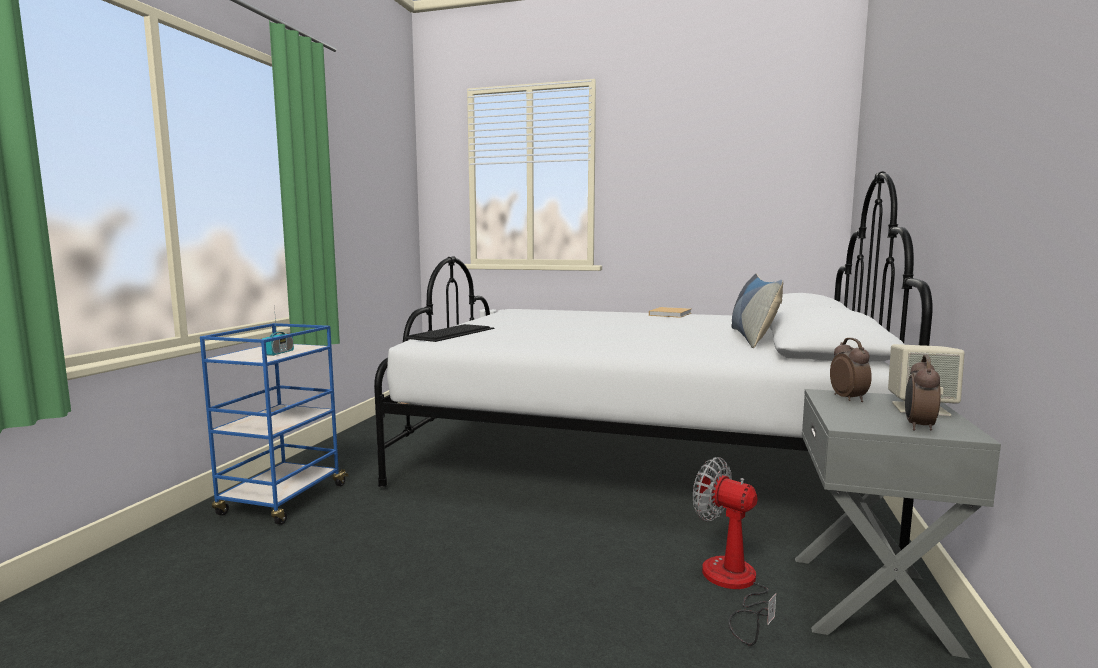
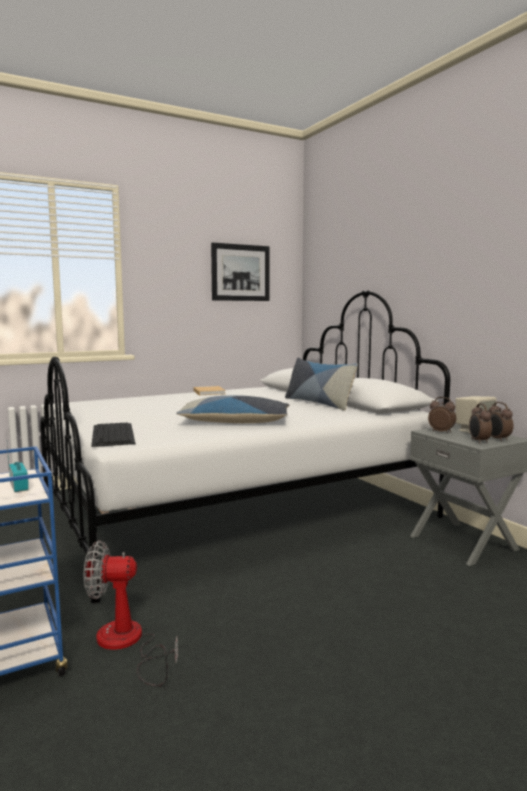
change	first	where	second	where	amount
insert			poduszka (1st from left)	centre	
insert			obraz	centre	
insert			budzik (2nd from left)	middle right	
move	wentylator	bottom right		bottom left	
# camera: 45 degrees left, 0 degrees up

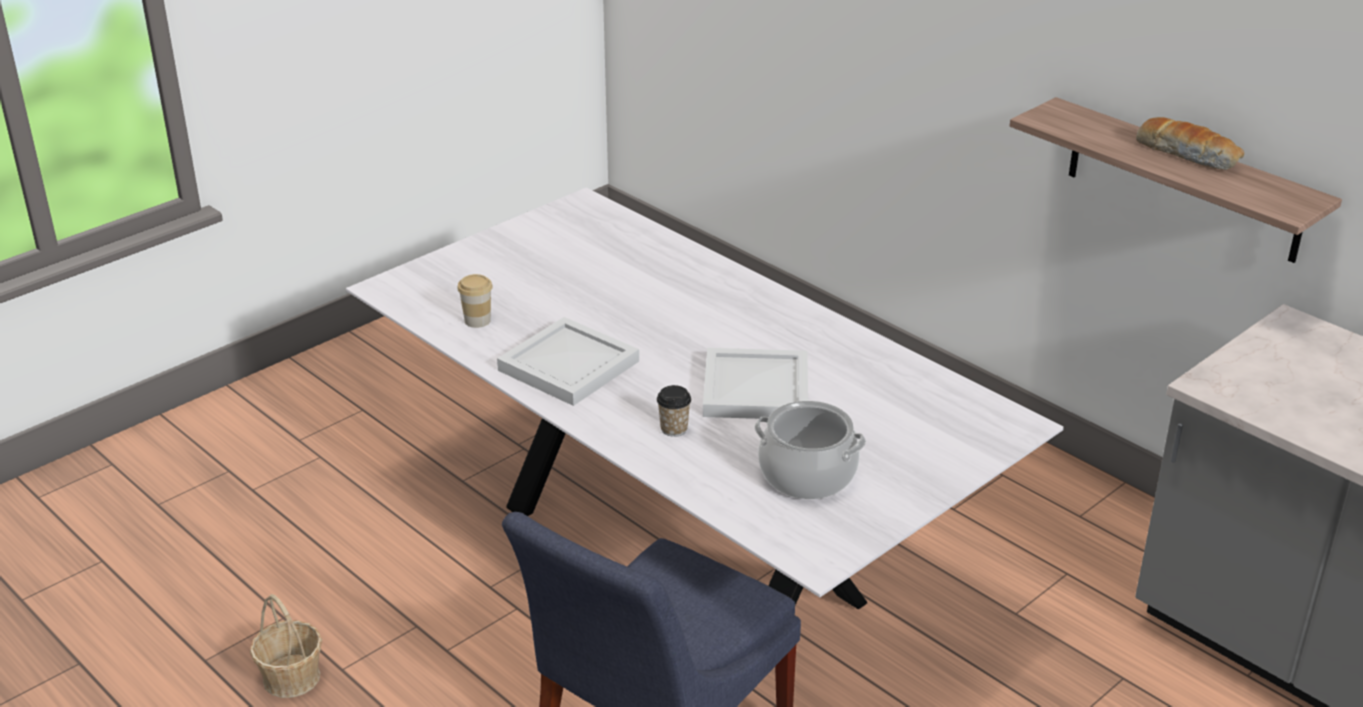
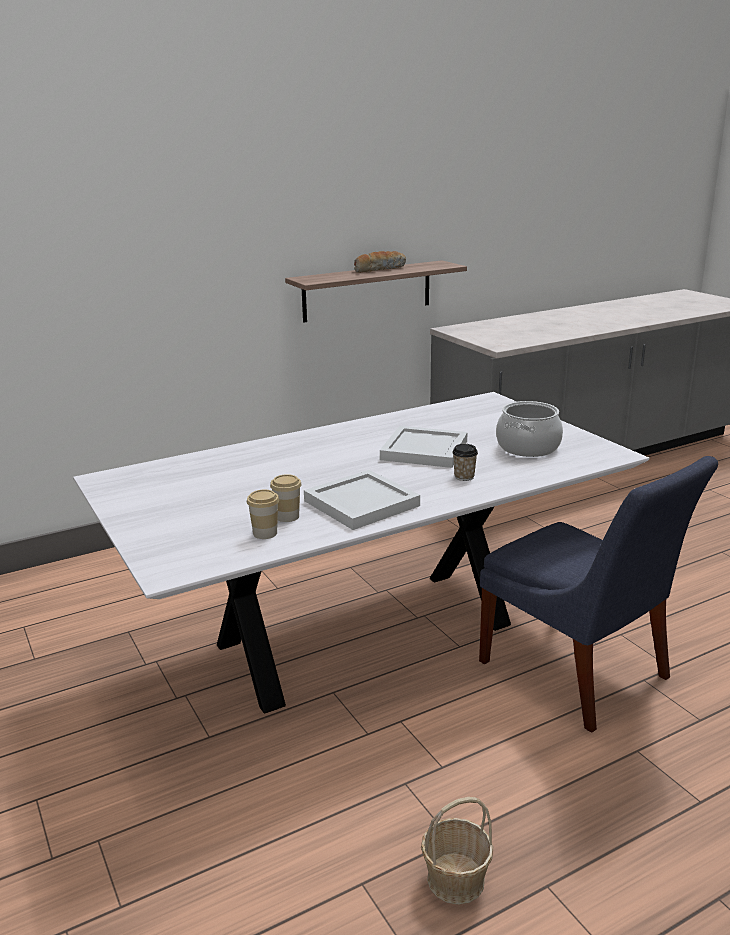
change	first	where	second	where	amount
insert			filiżanka (2nd from left)	centre	
# camera: 75 degrees left, 10 degrees down

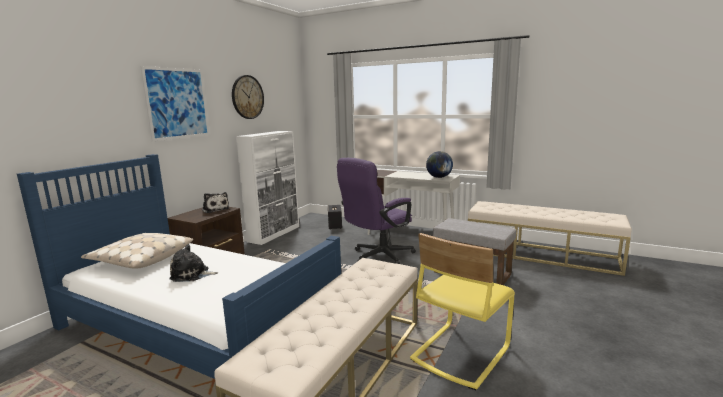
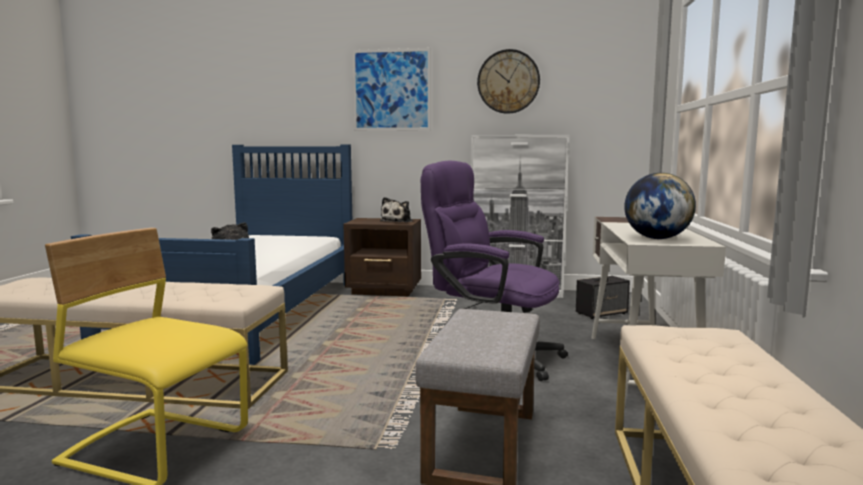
change	first	where	second	where	amount
delete	poduszka [beżowy]	middle left			
# camera: 70 degrees right, 5 degrees down

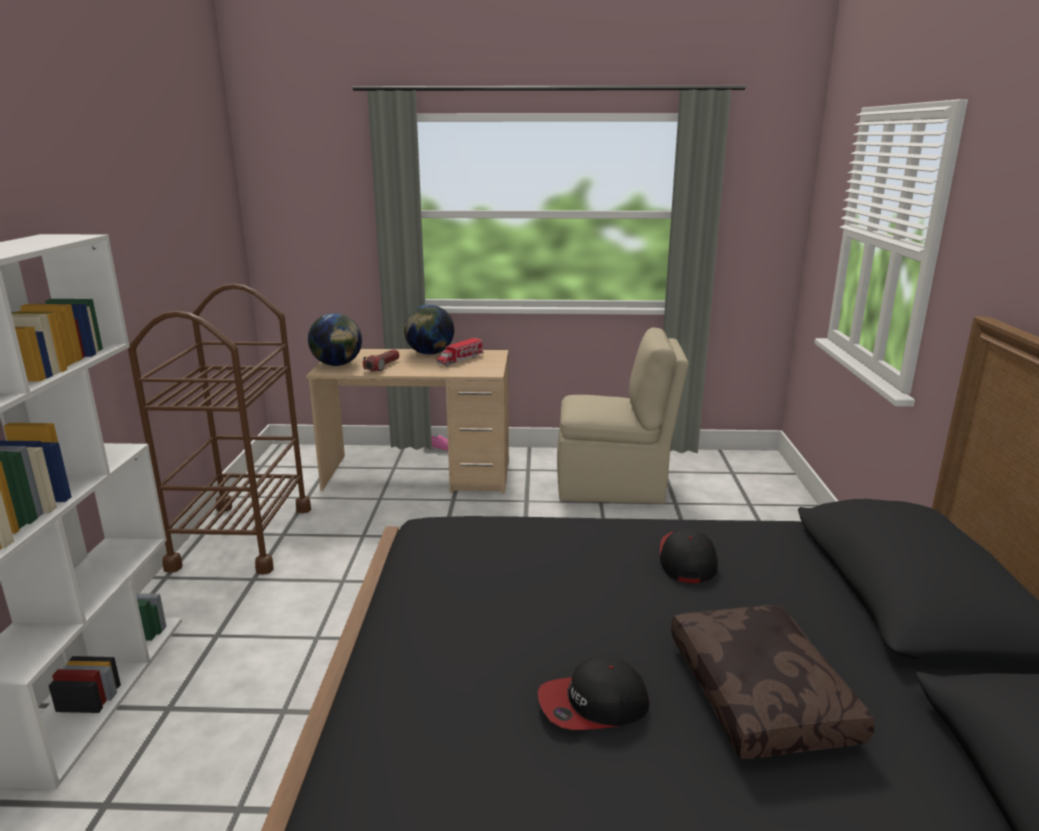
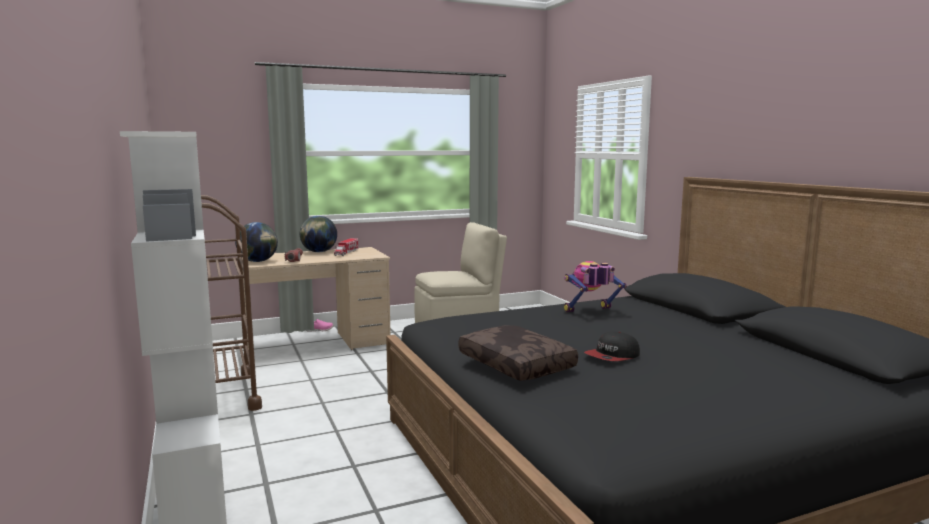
change	first	where	second	where	amount
move	poduszka [brązowy]	bottom right		bottom centre	
replace	czapka z daszkiem (2nd from left)	bottom centre	robot zabawkowy	centre	
# camera: 25 degrees left, 10 degrees down

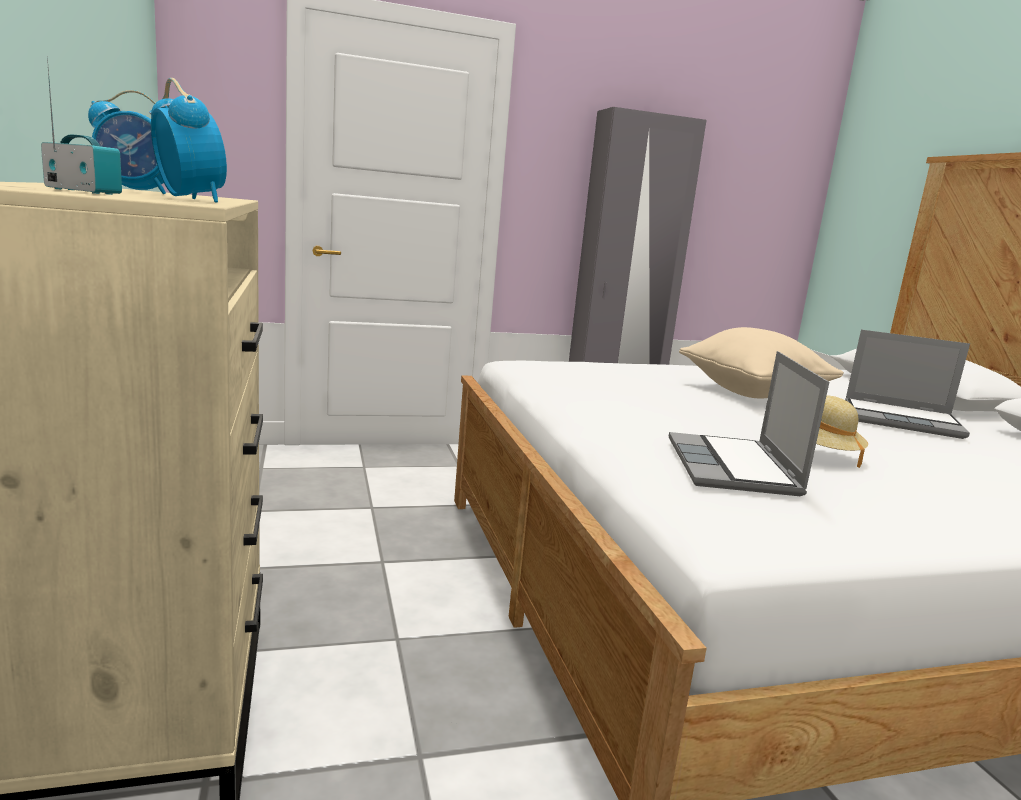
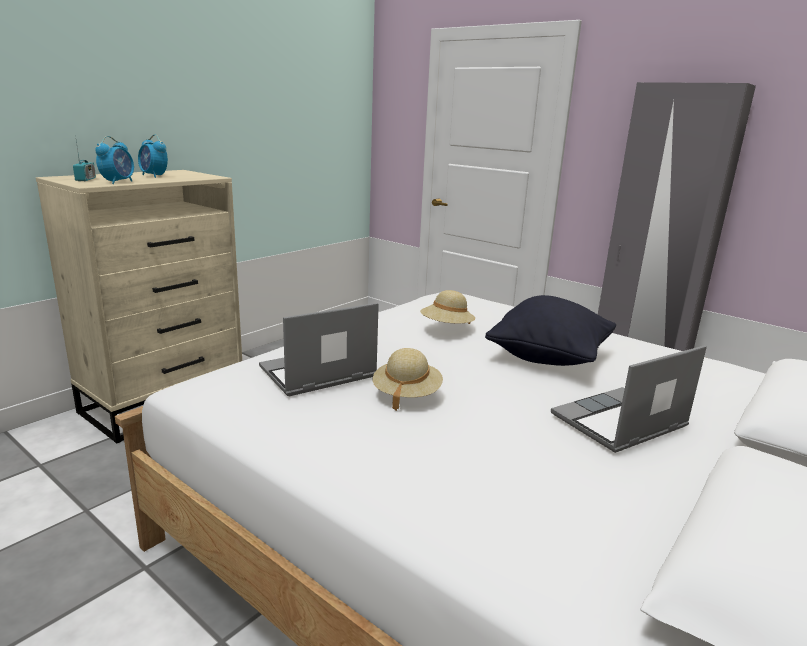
change	first	where	second	where	amount
insert			kapelusz [beżowy] (2nd from left)	centre	
recolor	poduszka [beżowy]	middle right	poduszka [czarny]	middle right	
rotate	laptop (2nd from left)	middle right		middle right	75 degrees clockwise
# camera: 55 degrees right, 5 degrees up

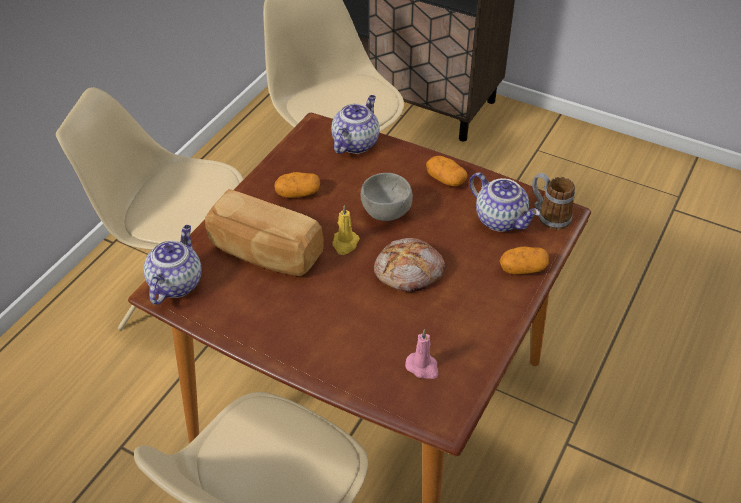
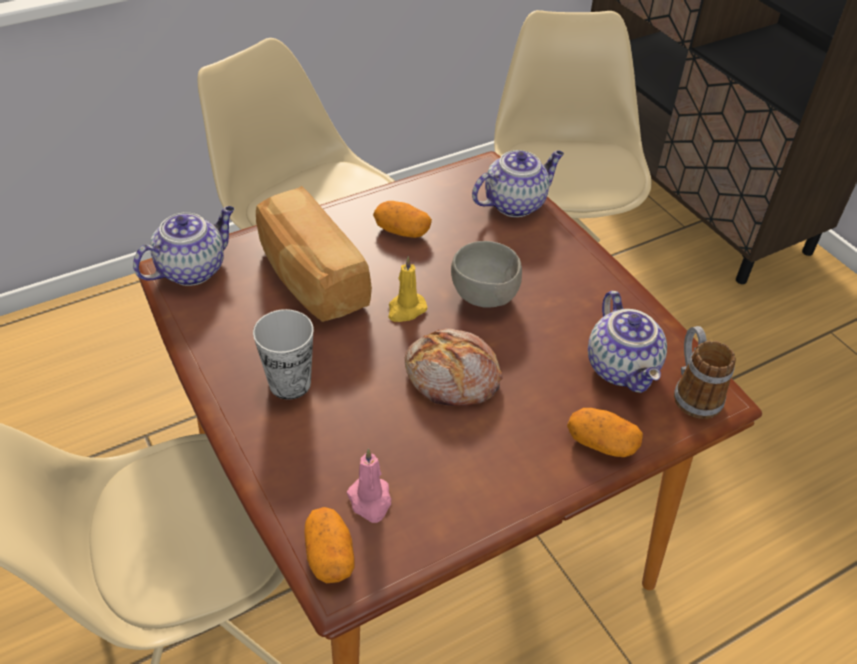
change	first	where	second	where	amount
insert			filiżanka	middle left	
move	ziemniak (2nd from left in the first image)	centre	ziemniak (1st from left)	bottom centre	
# camera: 30 degrees right, 0 degrees up

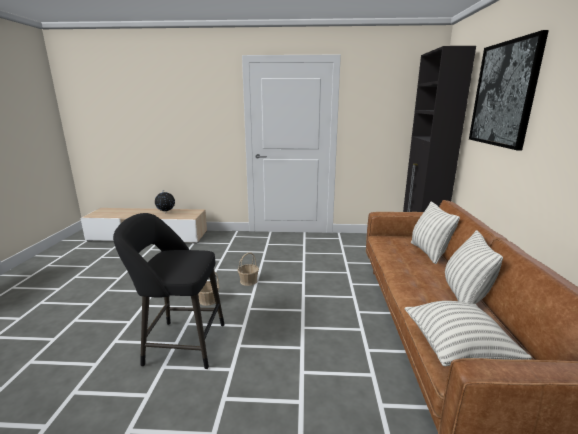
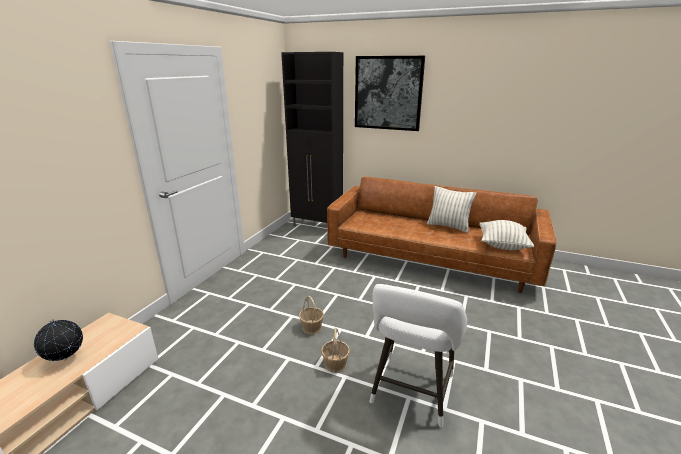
change	first	where	second	where	amount
delete	poduszka (1st from left)	middle right			
recolor	stołek [czarny]	bottom left	stołek [biały]	bottom centre	
# camera: 70 degrees left, 5 degrees up

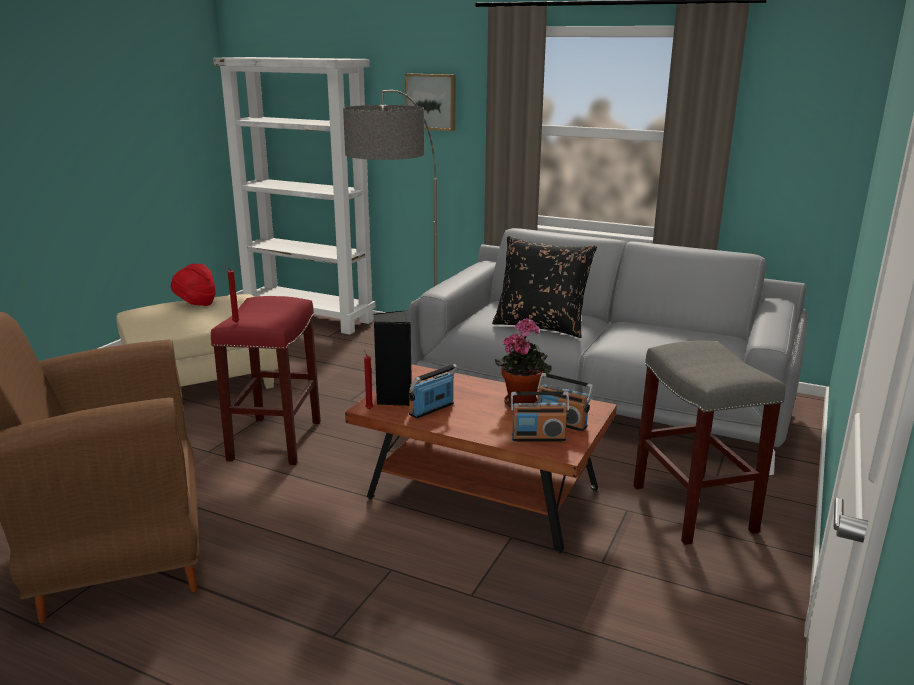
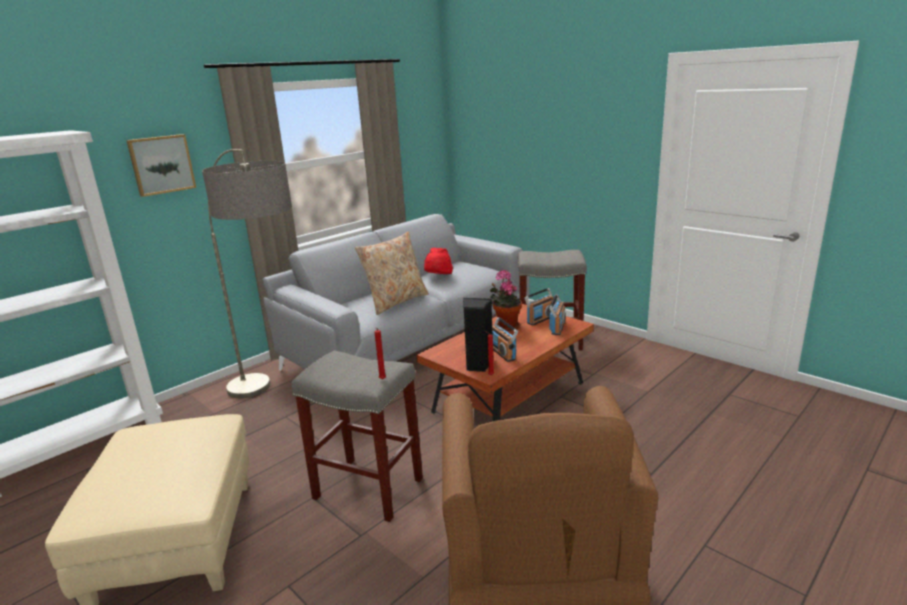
change	first	where	second	where	amount
move	kapelusz [czerwony]	middle left		centre	
recolor	stołek [czerwony]	middle left	stołek [szary] (1st from left)	bottom centre	
recolor	poduszka [czarny]	centre	poduszka [beżowy]	centre	
# camera: 70 degrees left, 0 degrees up

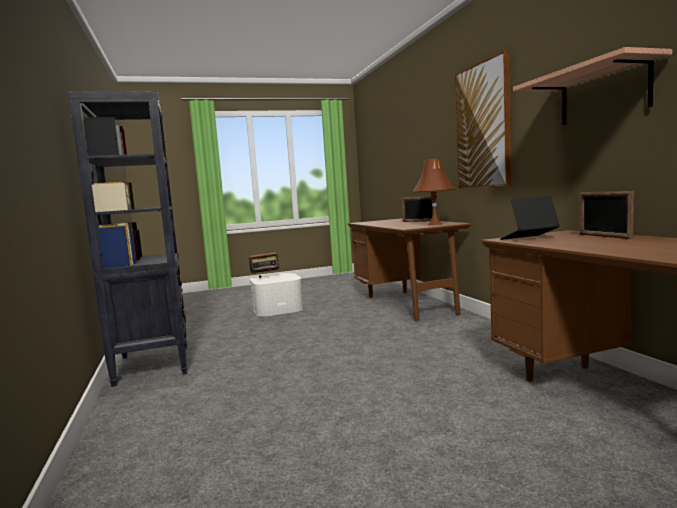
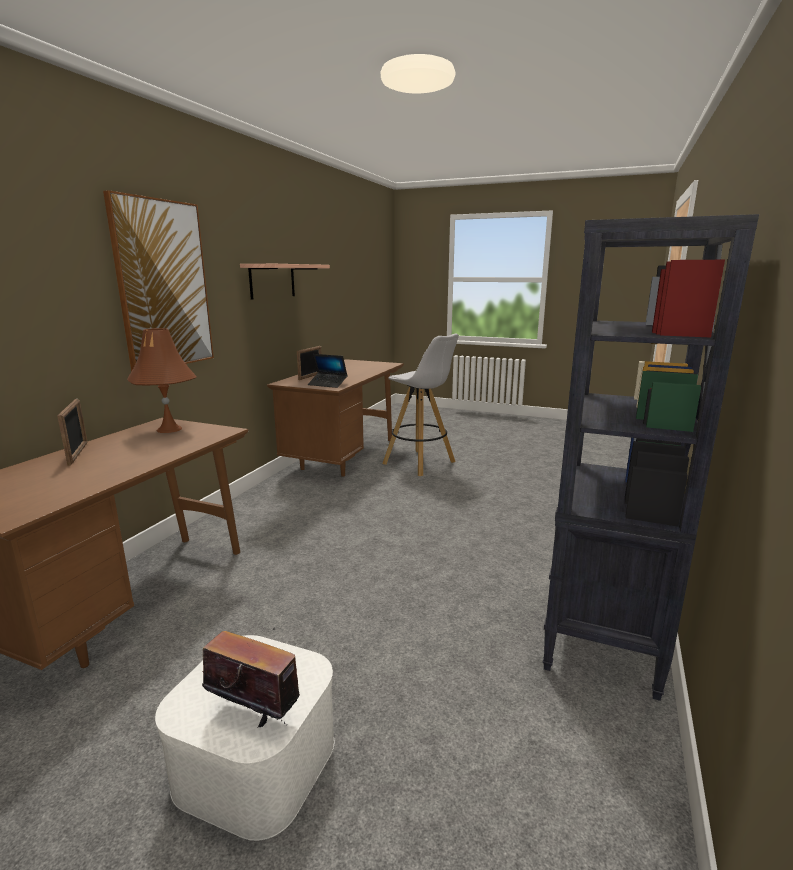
change	first	where	second	where	amount
insert			stołek [biały]	centre	
# camera: 140 degrees left, 10 degrees up

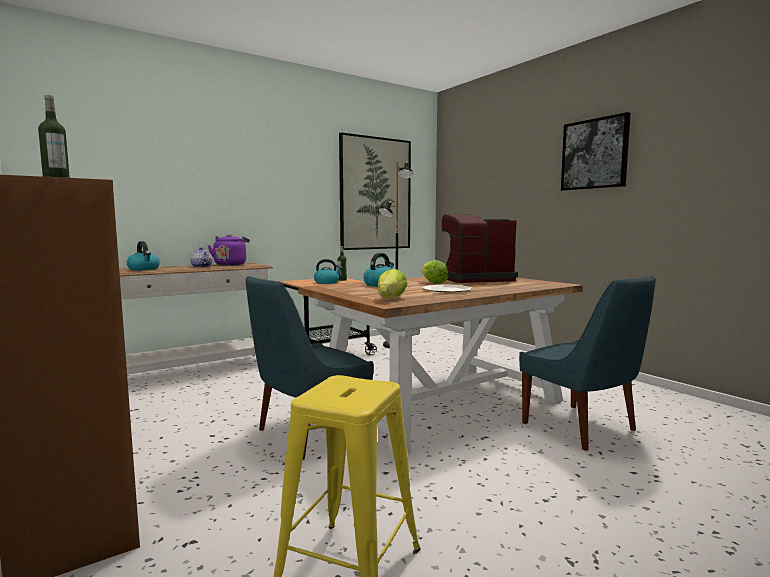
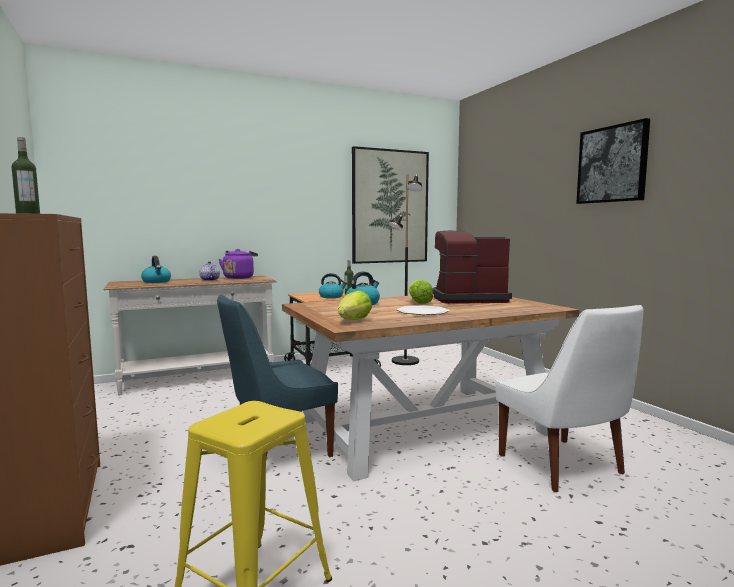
change	first	where	second	where	amount
recolor	krzesło [niebieski] (2nd from left)	middle right	krzesło [biały]	bottom right	
# camera: 10 degrees right, 0 degrees up

